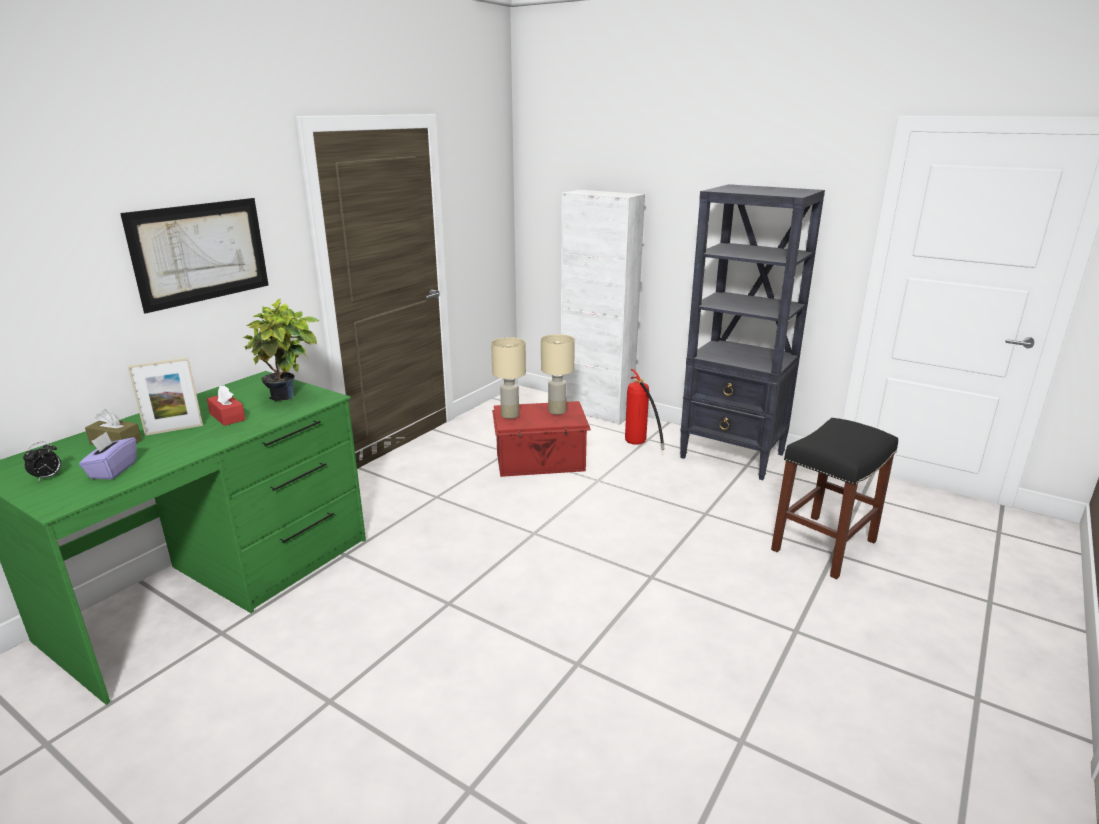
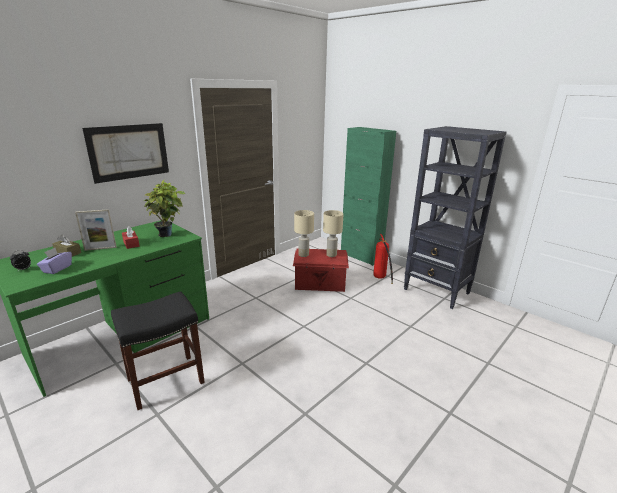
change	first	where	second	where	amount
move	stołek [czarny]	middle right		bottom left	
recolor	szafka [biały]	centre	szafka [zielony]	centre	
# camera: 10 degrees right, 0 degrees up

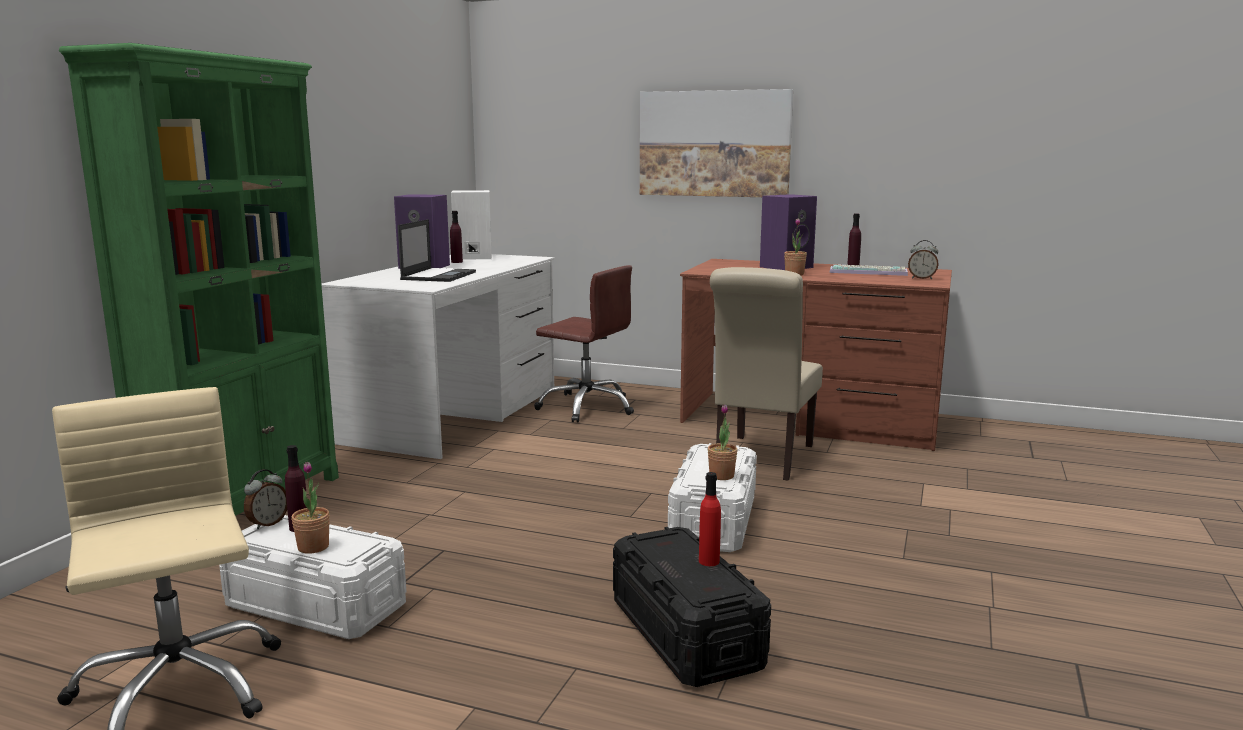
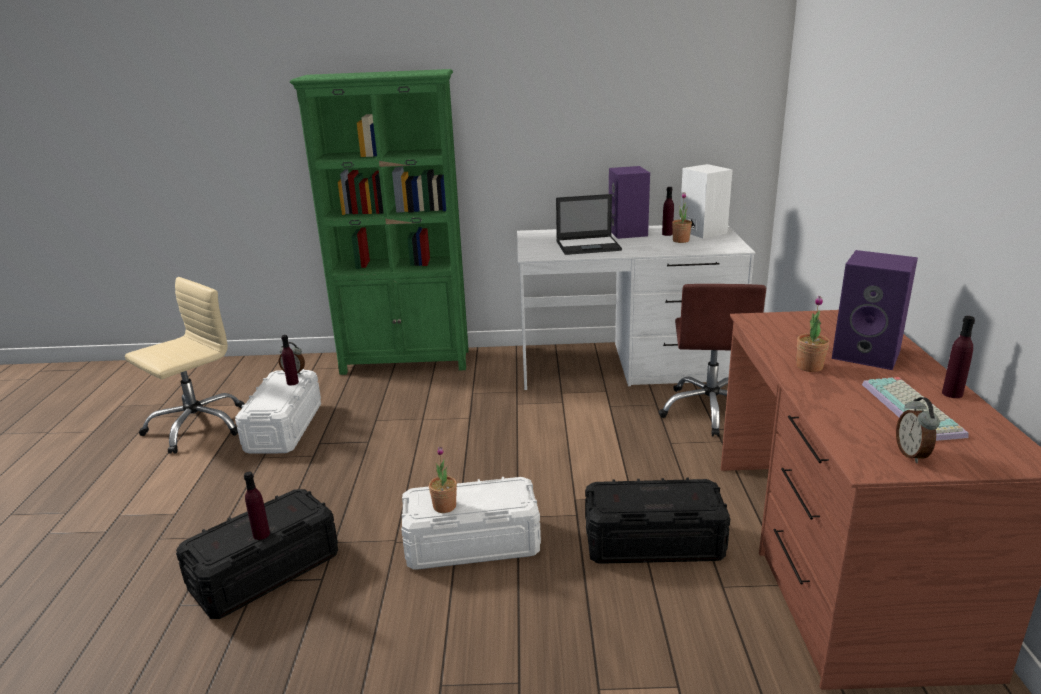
change	first	where	second	where	amount
delete	obraz	top centre			
move	roślina doniczkowa (1st from left in the first image)	bottom left	roślina doniczkowa (2nd from left)	top centre	
replace	krzesło [beżowy]	centre	pojemnik do przechowywania [czarny] (2nd from left)	bottom centre	
recolor	butelka [czerwony]	bottom centre	butelka [fioletowy] (1st from left)	bottom left	
# camera: 70 degrees right, 10 degrees up

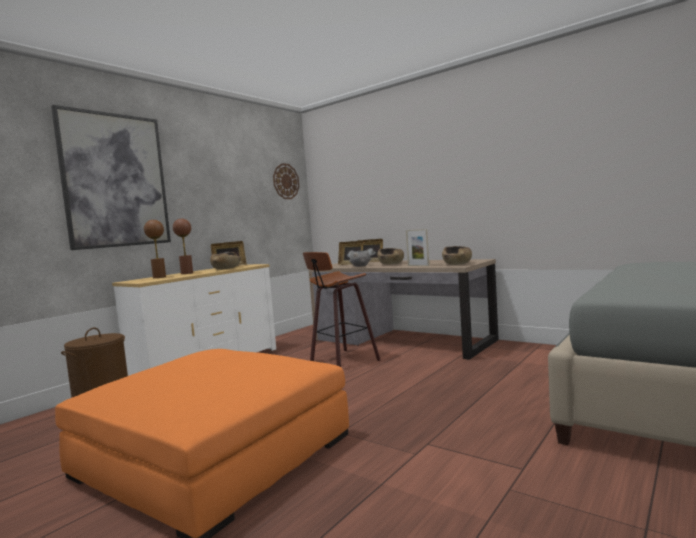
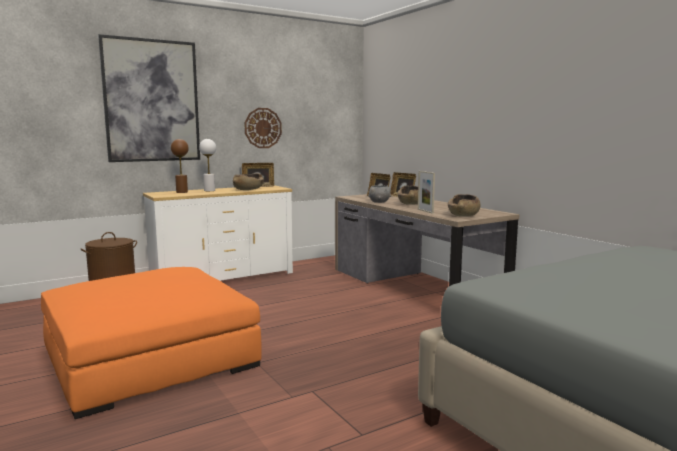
change	first	where	second	where	amount
delete	stołek	centre			
move	zegar ścienny	centre		top centre	
recolor	lampa stołowa [brązowy] (2nd from left)	middle left	lampa stołowa [biały]	middle left	
# camera: 20 degrees right, 5 degrees up

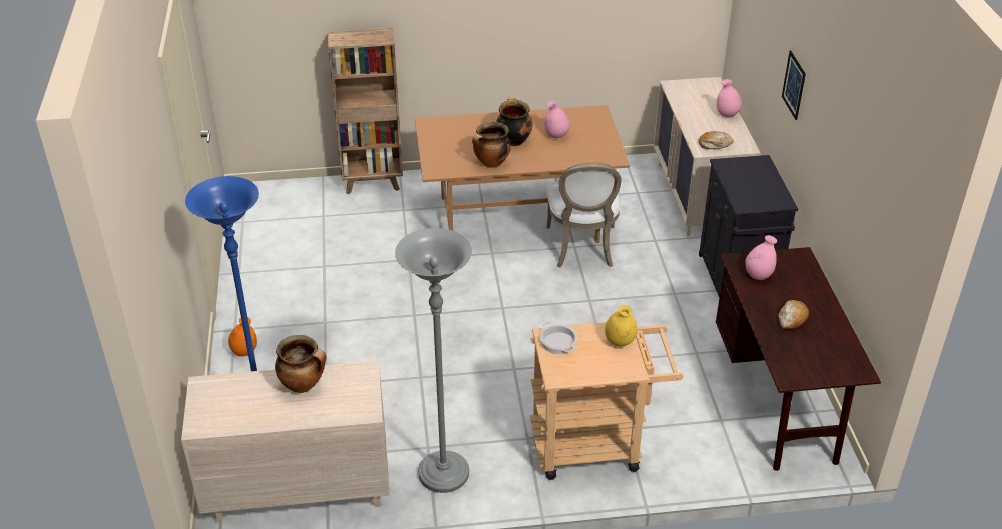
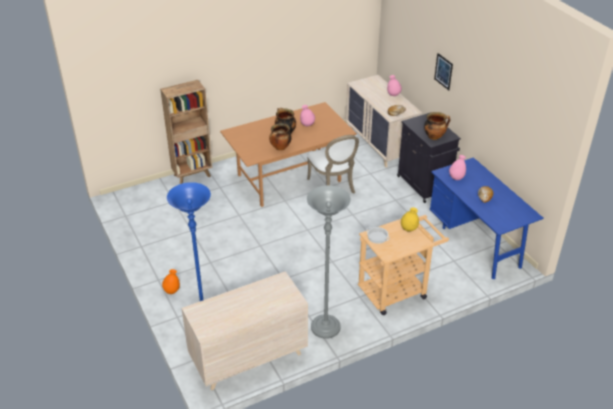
change	first	where	second	where	amount
move	garnek (1st from left in the first image)	bottom left	garnek (4th from left)	top right	
recolor	biurko [brązowy]	bottom right	biurko [niebieski]	middle right	
# camera: 20 degrees left, 0 degrees up

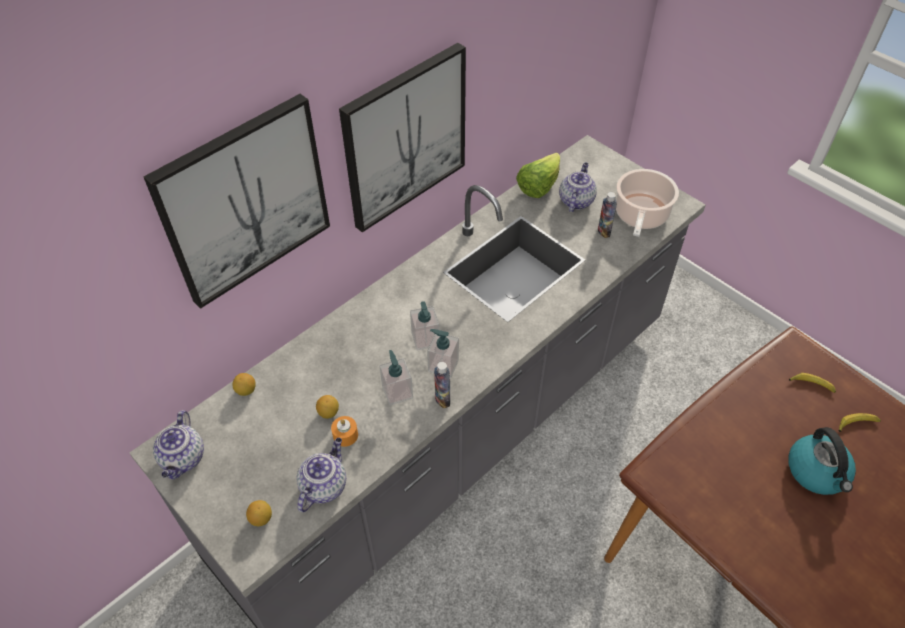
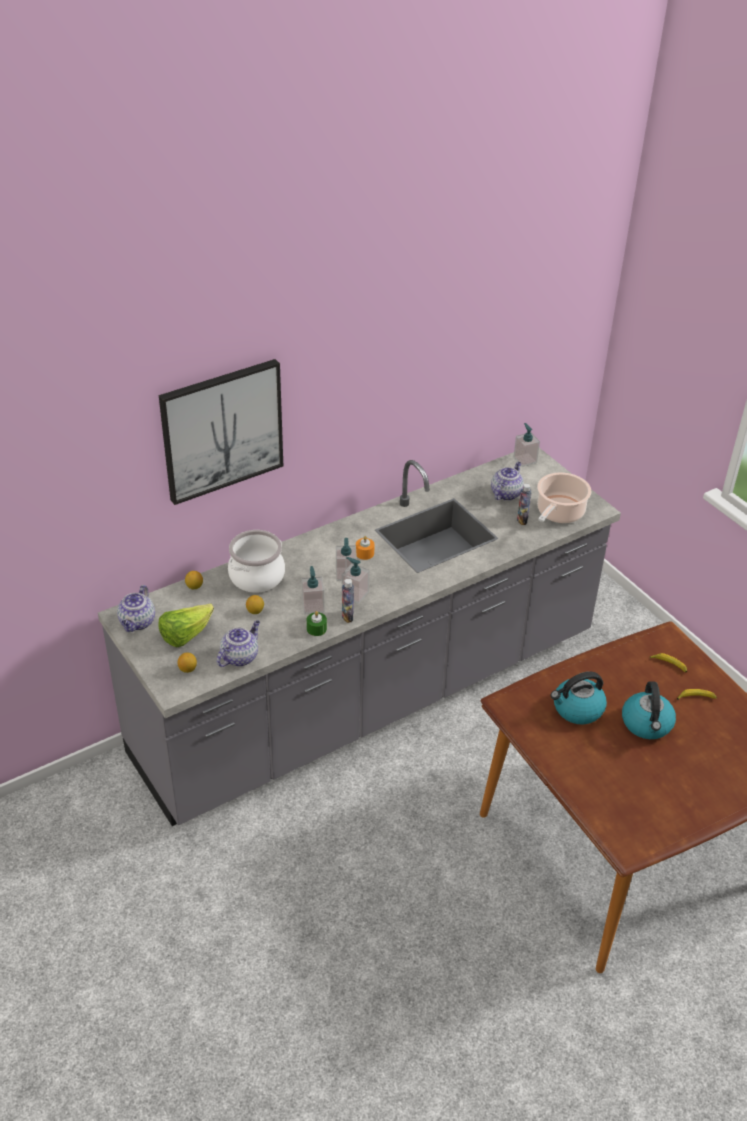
change	first	where	second	where	amount
delete	obraz (2nd from left)	top centre			
insert			garnek (1st from left)	centre	
insert			świeca [zielony]	centre	
insert			dozownik mydła (4th from left)	middle right	
insert			czajnik (1st from left)	middle right	
move	świeca [pomarańczowy]	bottom centre		centre	
move	sałata	top centre		middle left	
# camera: 10 degrees right, 10 degrees down

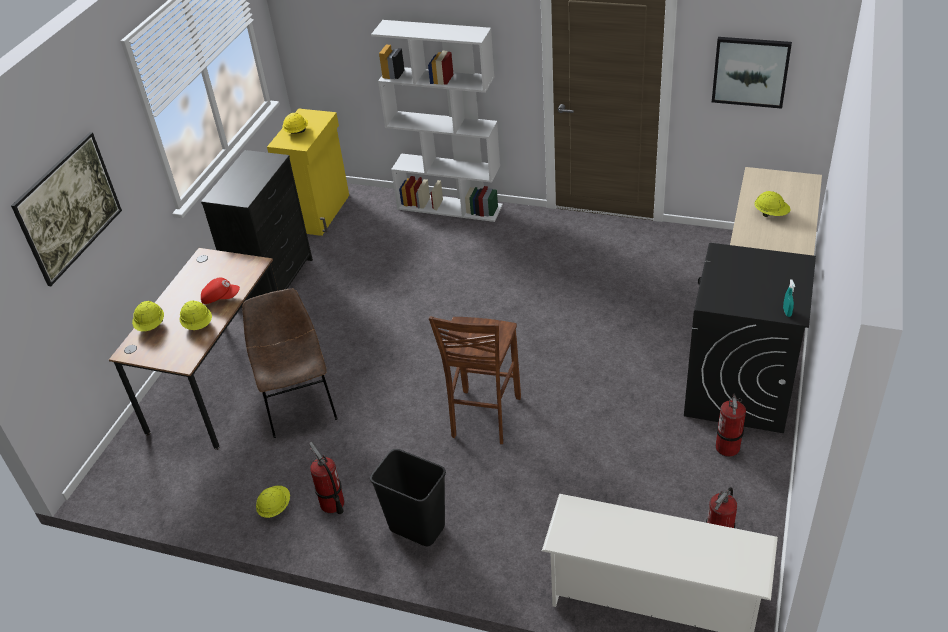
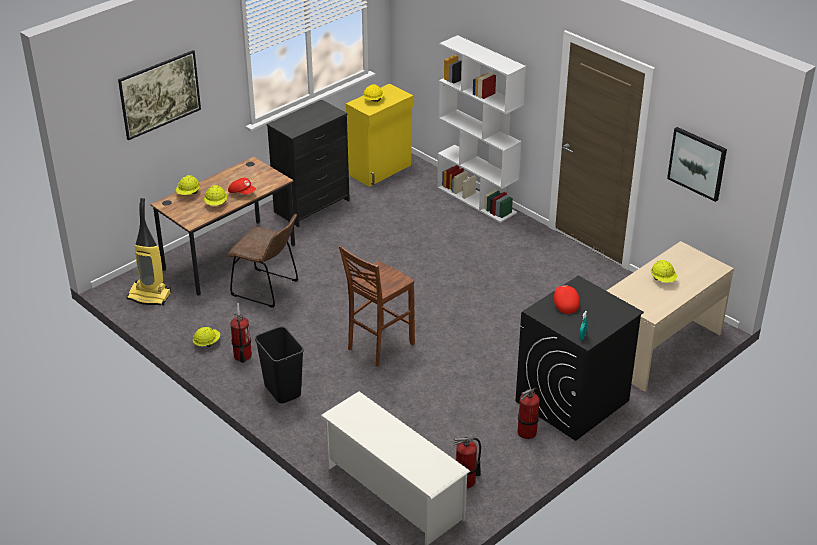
change	first	where	second	where	amount
insert			odkurzacz	middle left	
insert			czapka z daszkiem [czerwony] (2nd from left)	middle right	
rotate	krzesło [brązowy]	middle left		middle left	105 degrees clockwise
# camera: 25 degrees right, 5 degrees down

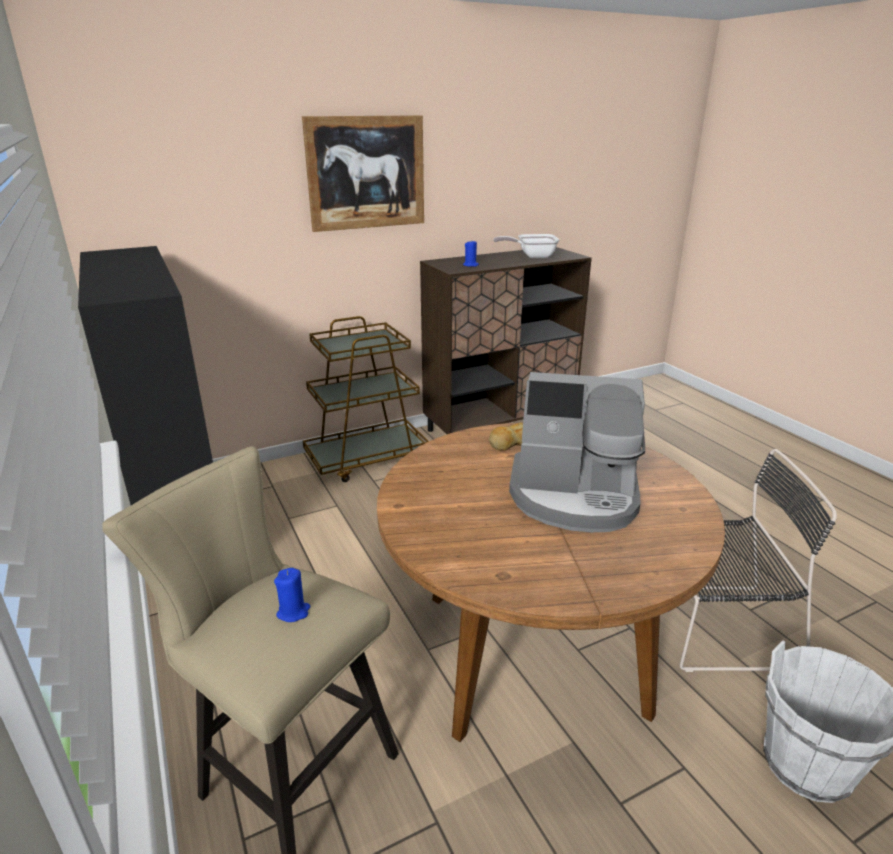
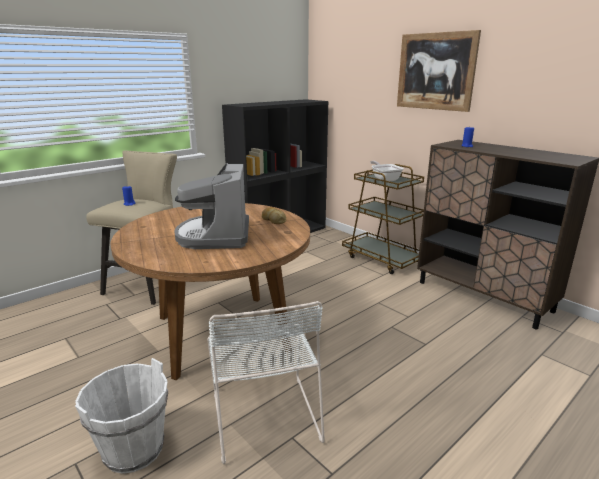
change	first	where	second	where	amount
move	patelnia	top centre		centre	
recolor	krzesło [czarny]	middle right	krzesło [biały]	bottom centre	
# camera: 75 degrees right, 5 degrees down

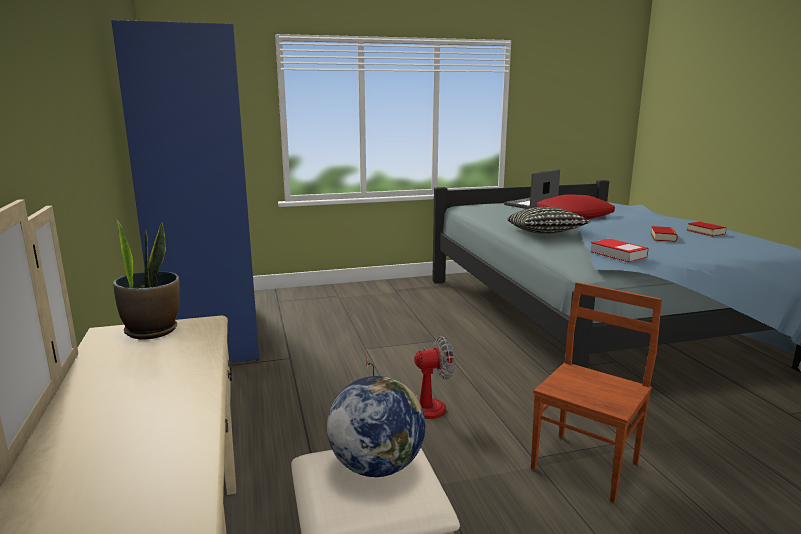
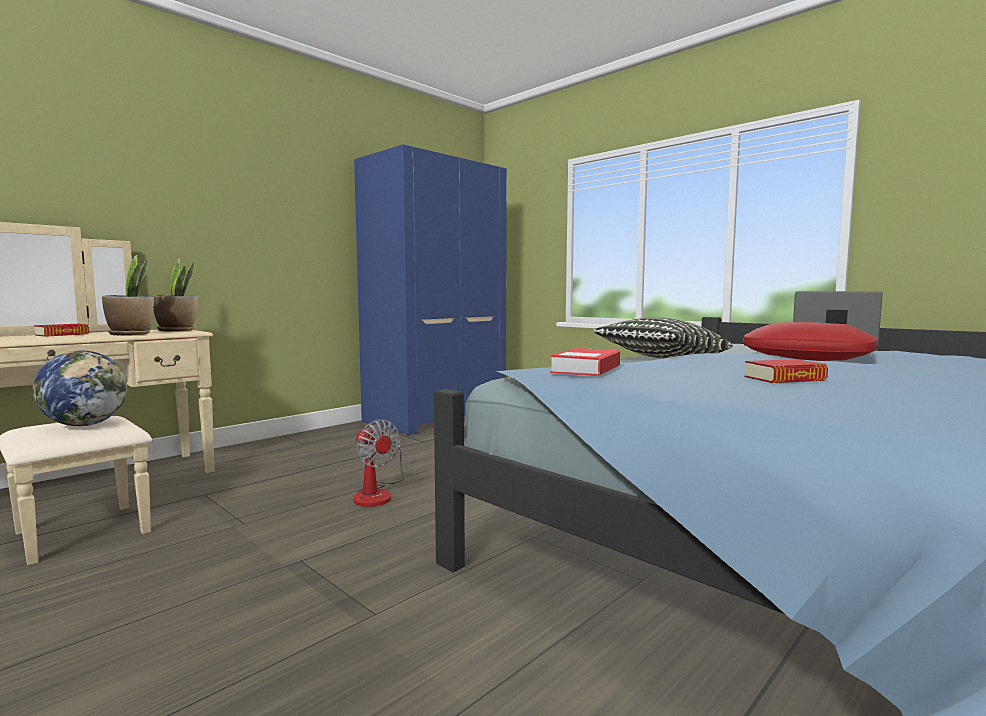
change	first	where	second	where	amount
delete	krzesło [brązowy]	bottom right			
insert			roślina doniczkowa (1st from left)	middle left	
move	książka (3rd from left in the first image)	middle right	książka (1st from left)	middle left	
# camera: 60 degrees right, 10 degrees down

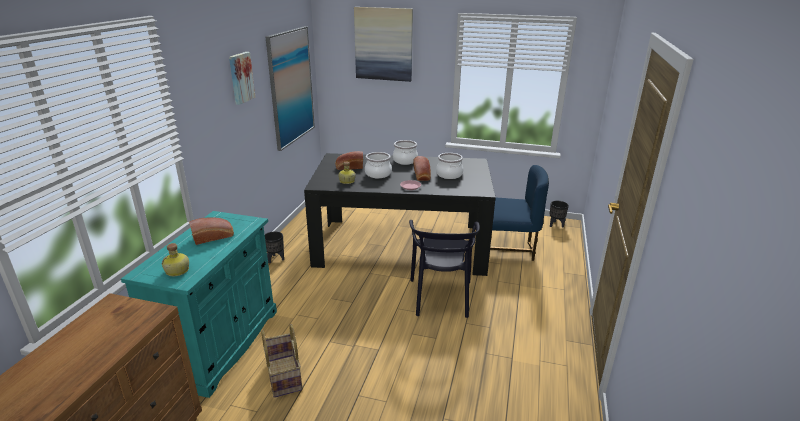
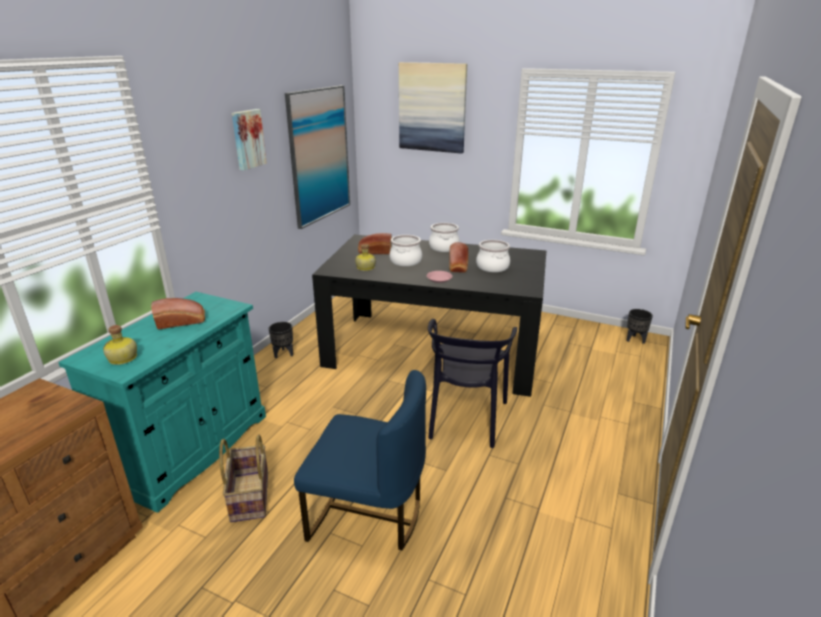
change	first	where	second	where	amount
move	krzesło [niebieski]	centre		bottom centre	
# camera: 10 degrees right, 0 degrees up

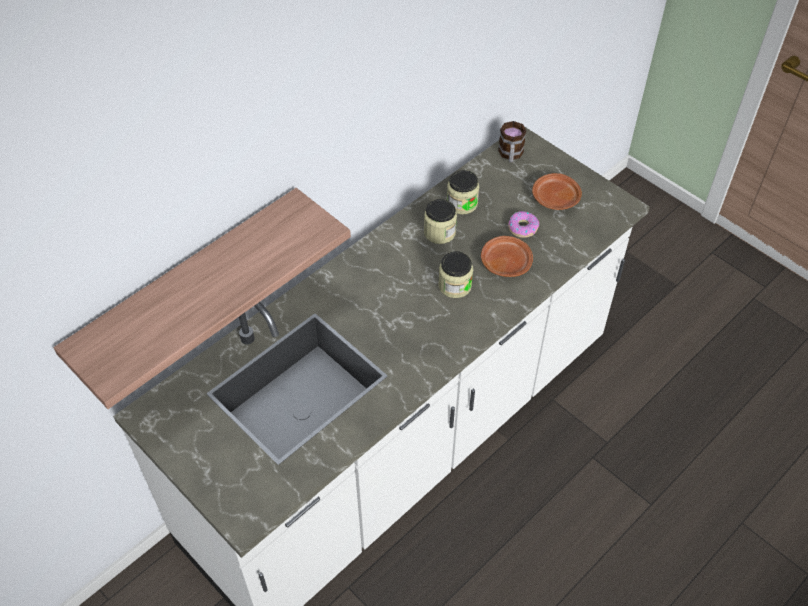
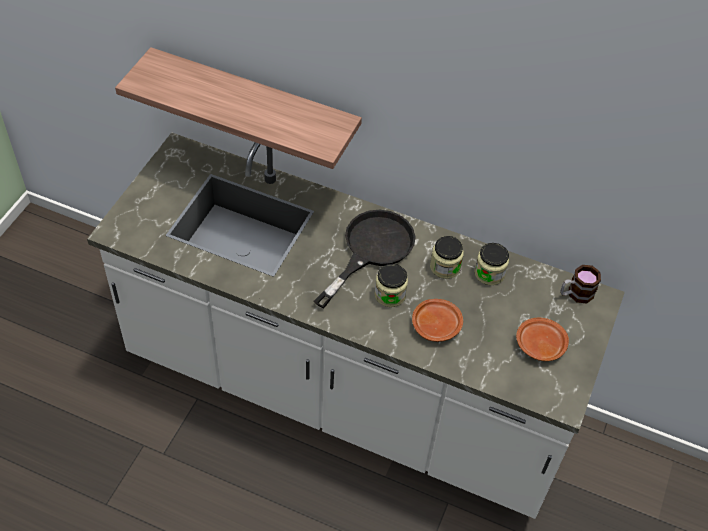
change	first	where	second	where	amount
delete	donut	centre			
insert			patelnia [czarny]	centre	
# camera: 65 degrees right, 0 degrees up

